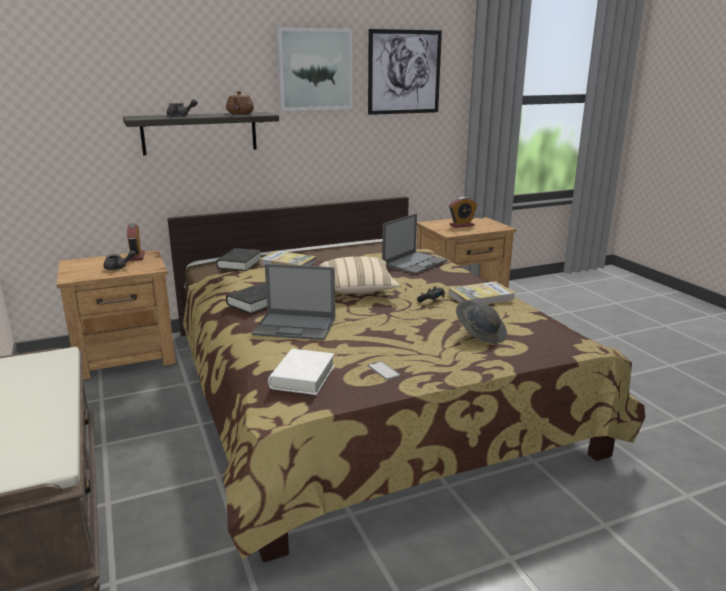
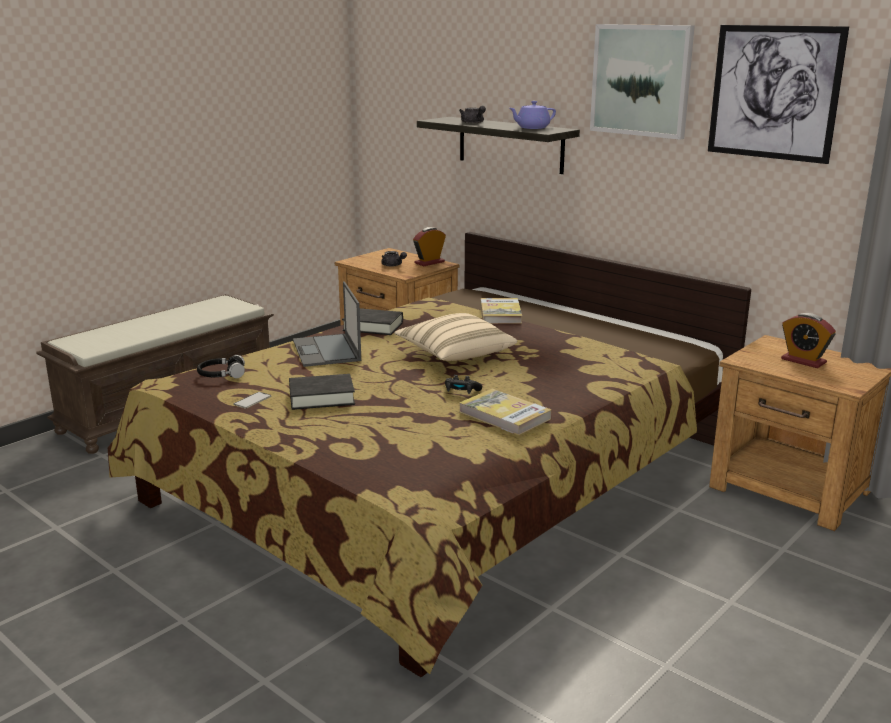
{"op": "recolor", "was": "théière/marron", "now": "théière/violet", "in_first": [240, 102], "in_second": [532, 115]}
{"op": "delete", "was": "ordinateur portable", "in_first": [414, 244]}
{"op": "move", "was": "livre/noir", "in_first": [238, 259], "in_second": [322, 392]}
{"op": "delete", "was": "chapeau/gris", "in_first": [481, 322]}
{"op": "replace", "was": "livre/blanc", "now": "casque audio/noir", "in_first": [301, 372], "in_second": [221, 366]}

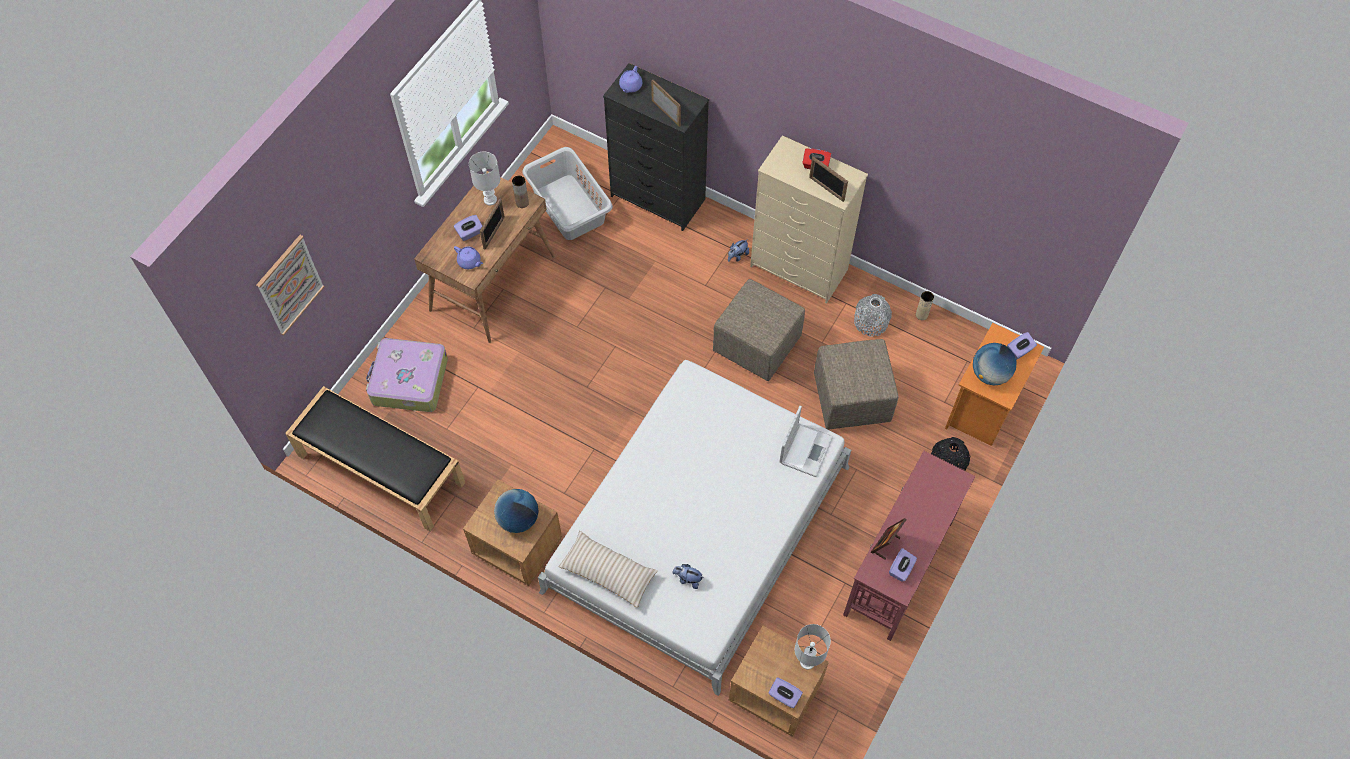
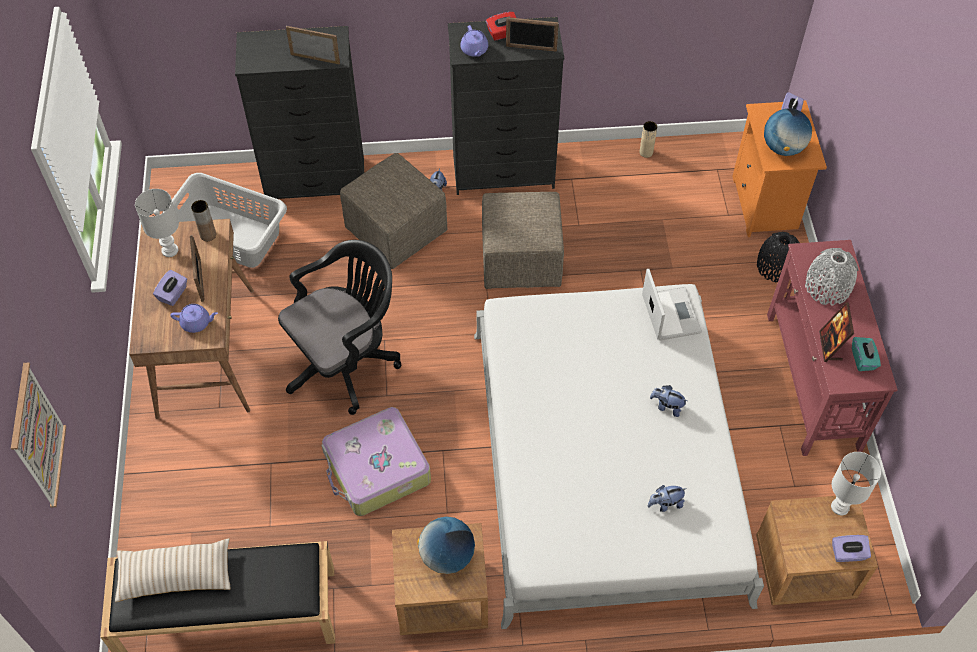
{"op": "move", "was": "théière/violet", "in_first": [630, 79], "in_second": [474, 41]}
{"op": "recolor", "was": "commode/beige", "now": "commode/noir", "in_first": [809, 219], "in_second": [506, 106]}
{"op": "move", "was": "vase/gris", "in_first": [873, 315], "in_second": [832, 277]}
{"op": "move", "was": "valise", "in_first": [407, 375], "in_second": [376, 461]}
{"op": "move", "was": "pouf/beige", "in_first": [856, 384], "in_second": [393, 211]}
{"op": "move", "was": "coussin/beige", "in_first": [608, 569], "in_second": [172, 570]}
{"op": "recolor", "was": "boîte à mouchoirs/violet", "now": "boîte à mouchoirs/turquoise", "in_first": [903, 565], "in_second": [866, 354]}
{"op": "insert", "now": "chaise de bureau/noir", "in_second": [339, 327]}
{"op": "insert", "now": "peluche", "in_second": [668, 401]}

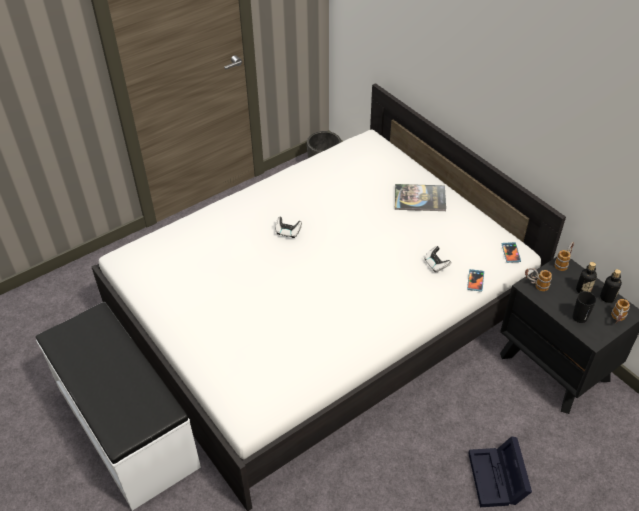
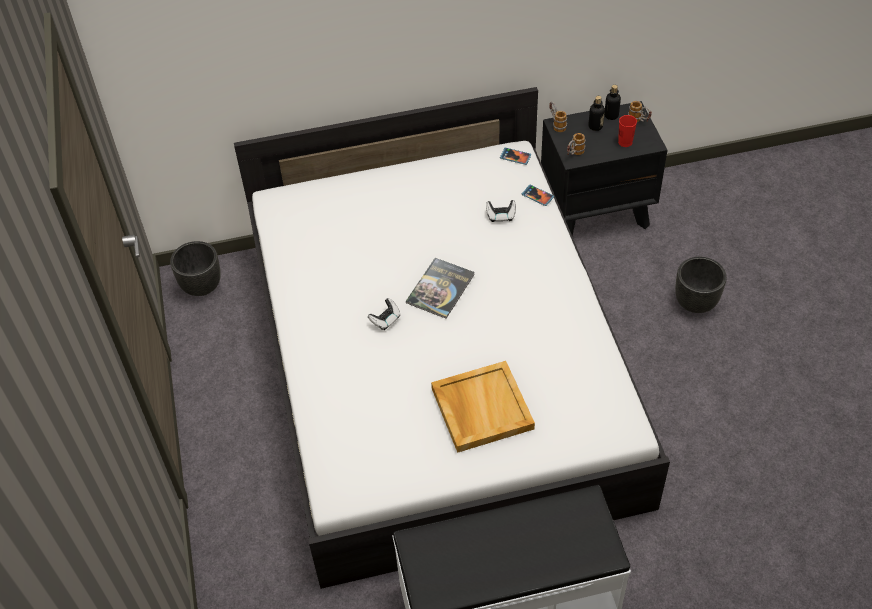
{"op": "move", "was": "livre", "in_first": [420, 197], "in_second": [440, 288]}
{"op": "recolor", "was": "tasse/noir", "now": "tasse/rouge", "in_first": [584, 307], "in_second": [627, 131]}
{"op": "replace", "was": "boîte de rangement/noir", "now": "cache-pot/noir", "in_first": [500, 471], "in_second": [701, 285]}
{"op": "insert", "now": "plateau/beige", "in_second": [483, 407]}

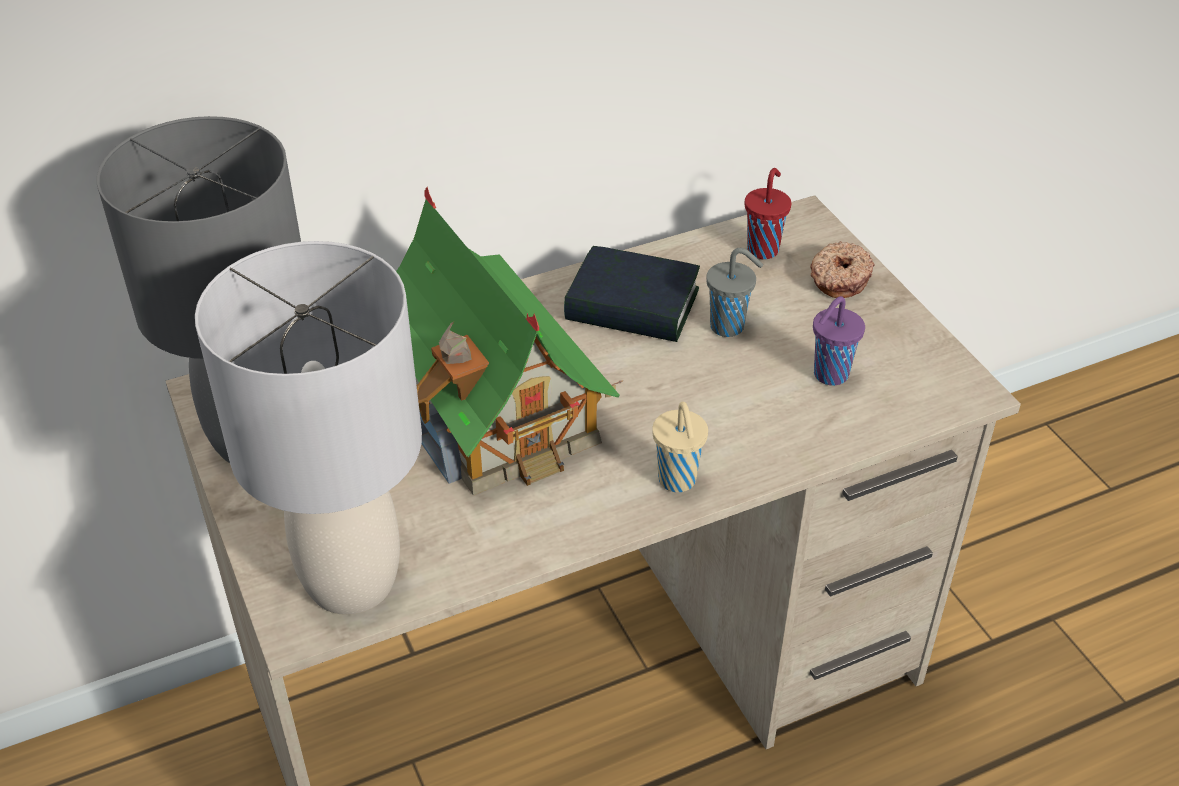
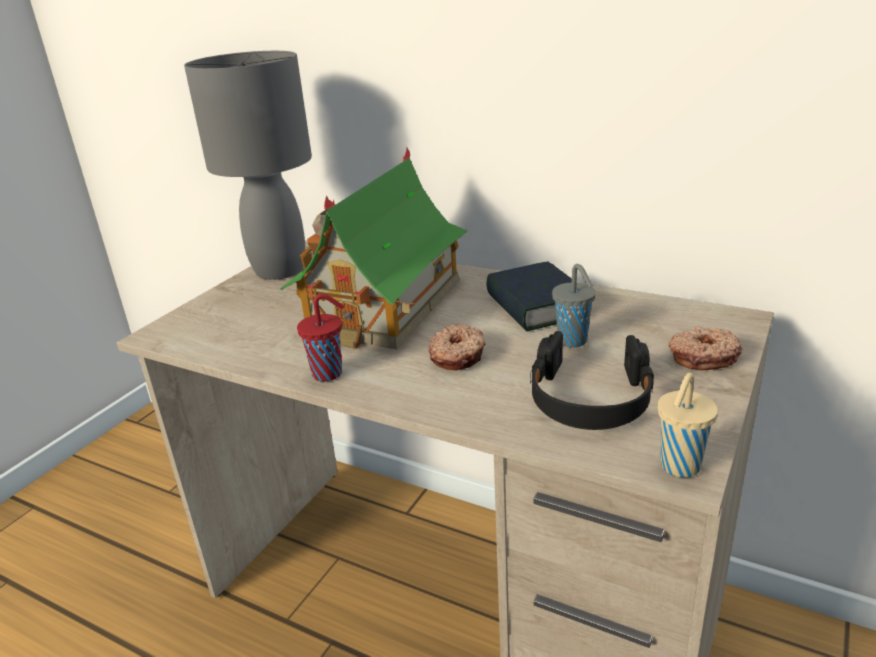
{"op": "move", "was": "tasse/rouge", "in_first": [768, 213], "in_second": [320, 338]}
{"op": "delete", "was": "lampe de table/gris", "in_first": [308, 428]}
{"op": "replace", "was": "tasse/violet", "now": "casque audio/noir", "in_first": [839, 341], "in_second": [592, 380]}
{"op": "move", "was": "tasse/beige", "in_first": [680, 447], "in_second": [688, 425]}
{"op": "insert", "now": "beignet", "in_second": [456, 347]}

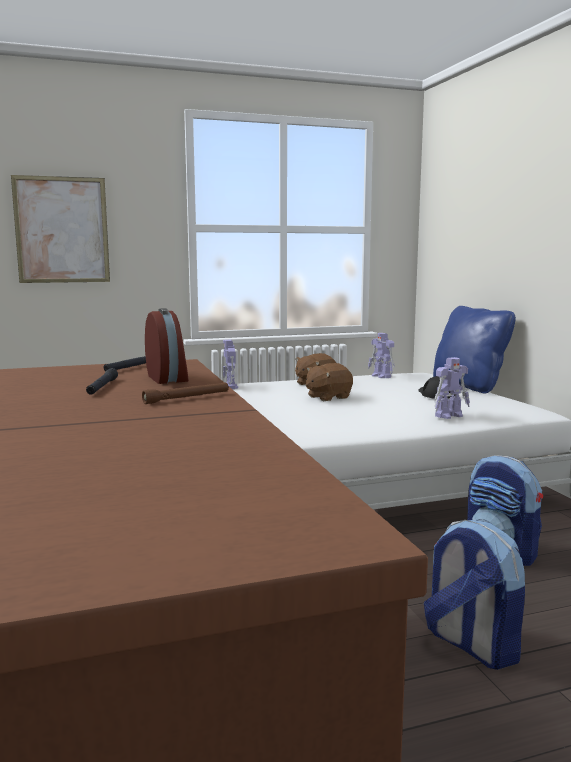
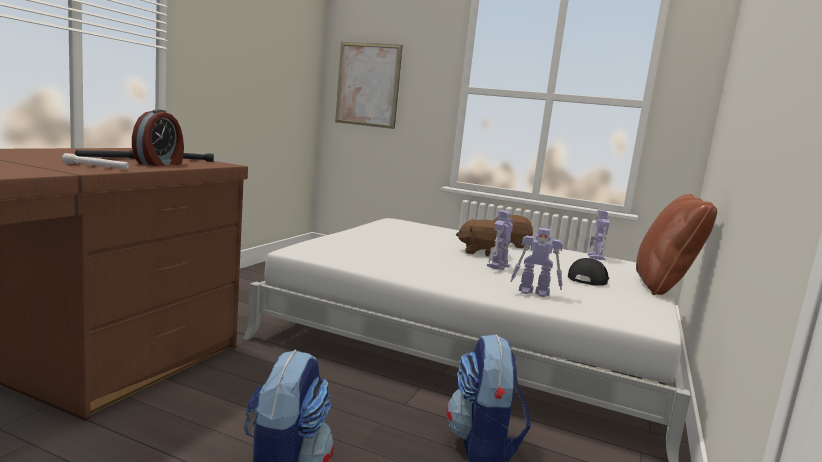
{"op": "recolor", "was": "coussin/bleu", "now": "coussin/marron", "in_first": [474, 350], "in_second": [676, 244]}
{"op": "move", "was": "robot jouet", "in_first": [230, 364], "in_second": [500, 240]}
{"op": "recolor", "was": "lampe de poche/marron", "now": "lampe de poche/blanc", "in_first": [185, 393], "in_second": [95, 161]}

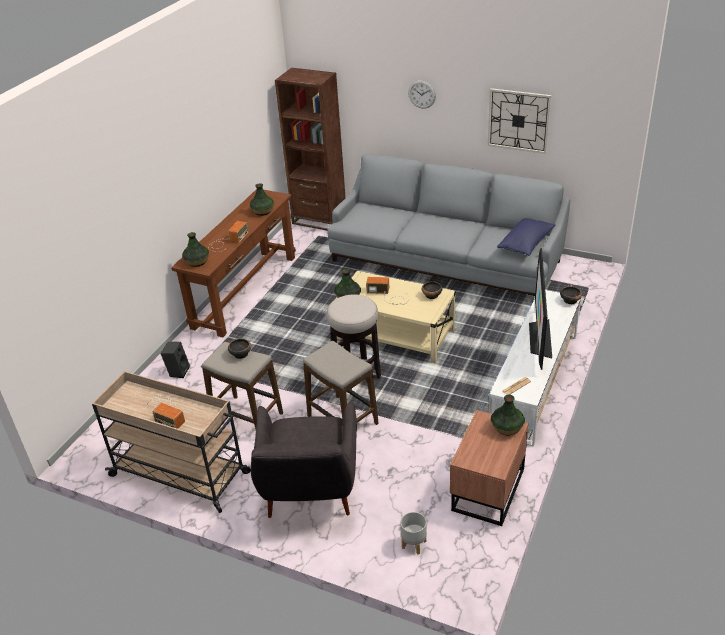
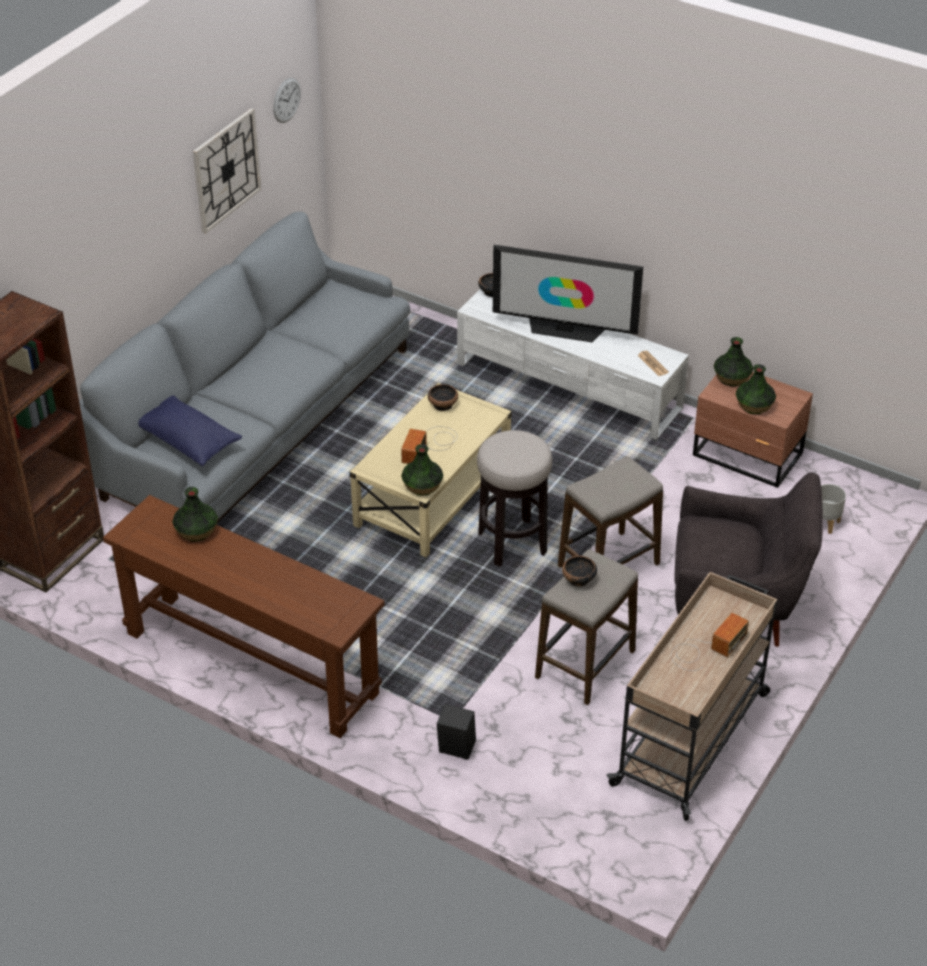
{"op": "move", "was": "horloge murale", "in_first": [422, 94], "in_second": [287, 100]}
{"op": "move", "was": "coussin/bleu", "in_first": [526, 237], "in_second": [190, 430]}
{"op": "delete", "was": "radio", "in_first": [228, 236]}
{"op": "move", "was": "vase", "in_first": [195, 249], "in_second": [756, 389]}

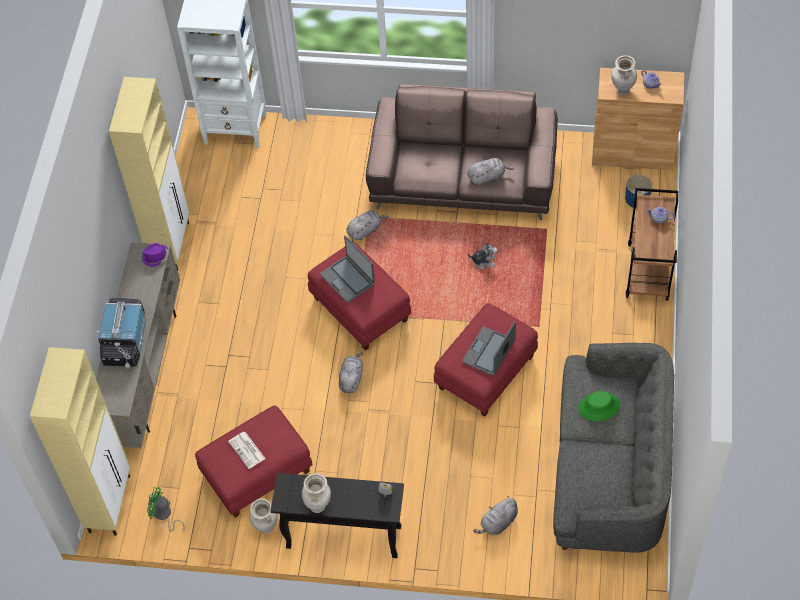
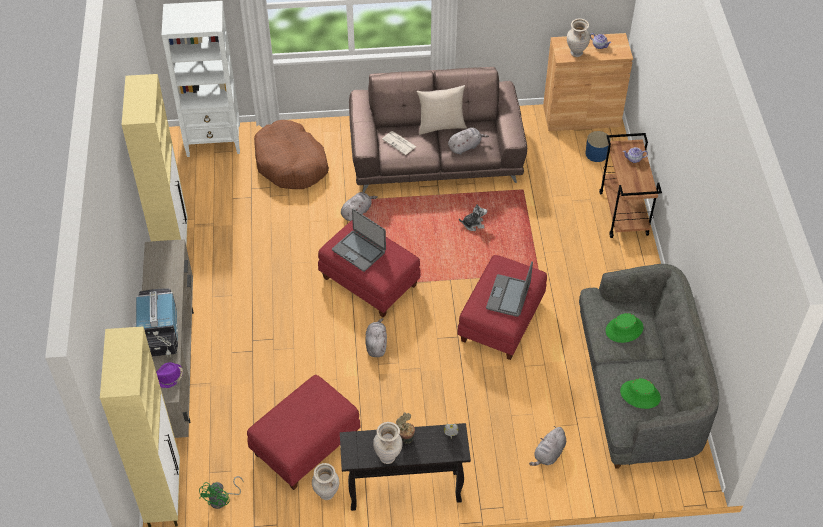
{"op": "move", "was": "chapeau/violet", "in_first": [155, 255], "in_second": [169, 375]}
{"op": "move", "was": "journal", "in_first": [247, 450], "in_second": [399, 143]}
{"op": "rotate", "was": "ventilateur/vert", "in_first": [166, 509], "in_second": [221, 492], "clockwise": -75}
{"op": "insert", "now": "coussin/beige", "in_second": [442, 110]}
{"op": "insert", "now": "panier pour chien/marron", "in_second": [291, 154]}
{"op": "insert", "now": "chapeau/vert", "in_second": [640, 393]}
{"op": "insert", "now": "plante en pot", "in_second": [405, 428]}

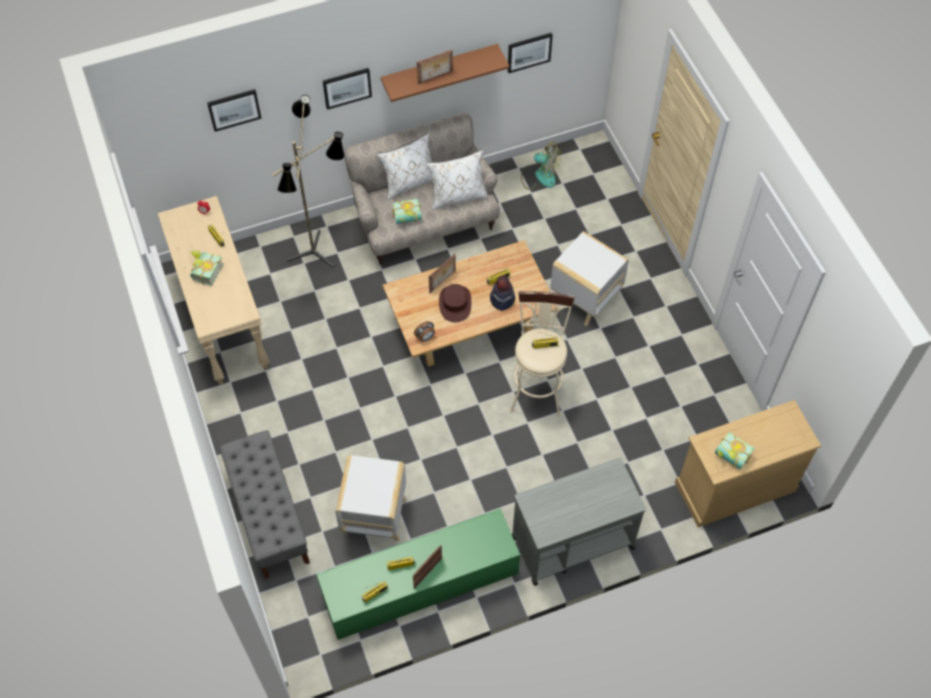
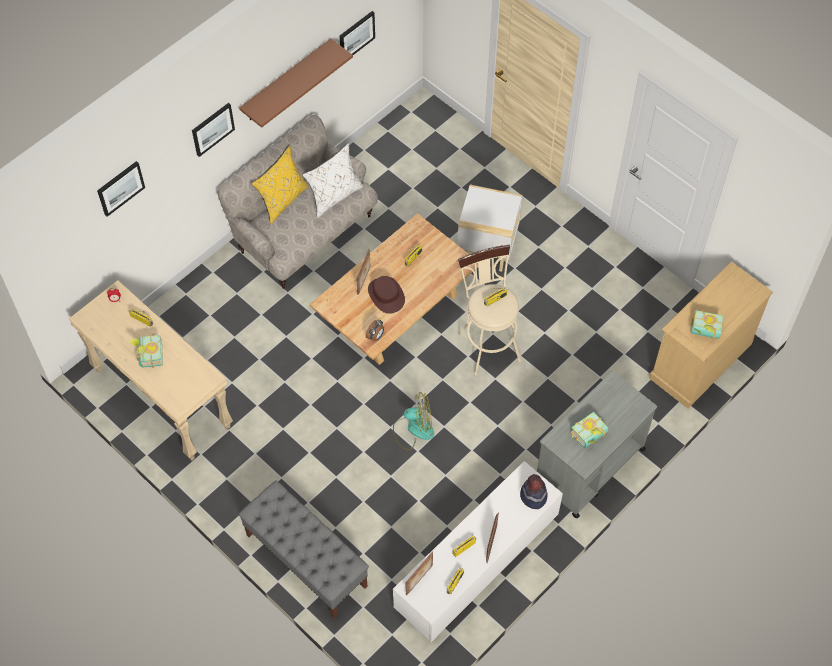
{"op": "move", "was": "cadre photo", "in_first": [435, 67], "in_second": [419, 573]}
{"op": "delete", "was": "lampadaire", "in_first": [309, 181]}
{"op": "recolor", "was": "coussin/blanc", "now": "coussin/jaune", "in_first": [405, 166], "in_second": [280, 184]}
{"op": "move", "was": "ventilateur", "in_first": [540, 166], "in_second": [413, 422]}
{"op": "move", "was": "livre", "in_first": [407, 211], "in_second": [589, 430]}
{"op": "move", "was": "chapeau", "in_first": [502, 293], "in_second": [534, 491]}
{"op": "delete", "was": "table d'appoint/blanc", "in_first": [370, 498]}
{"op": "recolor", "was": "meuble télé/vert", "now": "meuble télé/blanc", "in_first": [418, 574], "in_second": [478, 551]}

